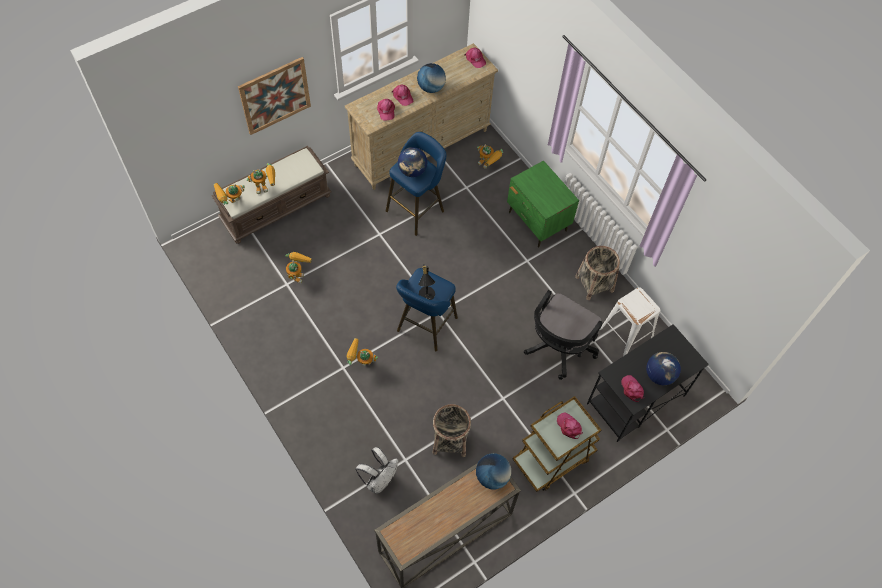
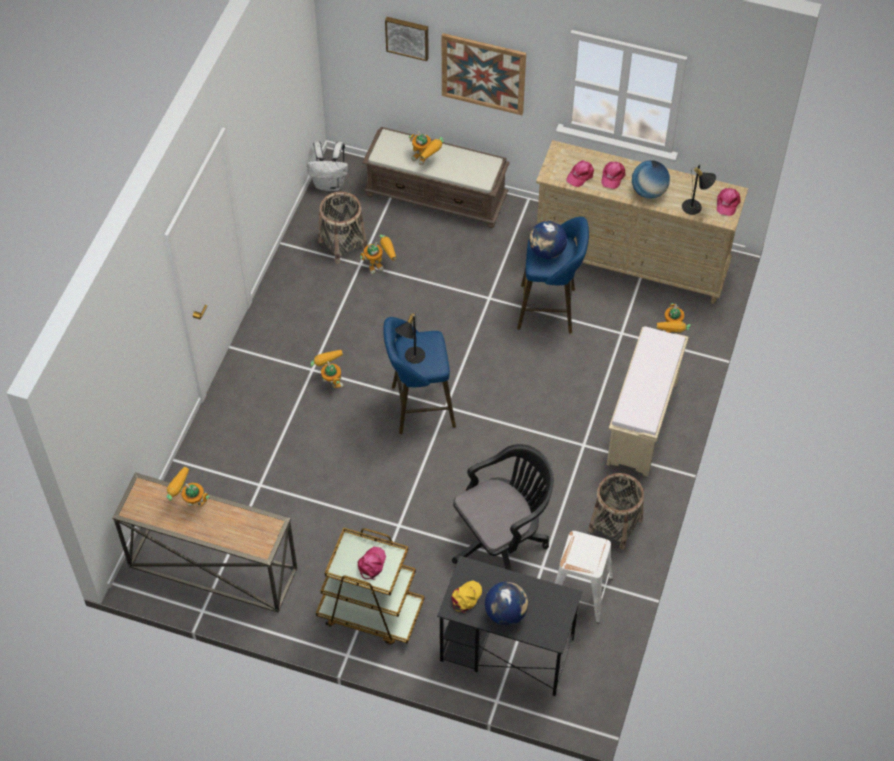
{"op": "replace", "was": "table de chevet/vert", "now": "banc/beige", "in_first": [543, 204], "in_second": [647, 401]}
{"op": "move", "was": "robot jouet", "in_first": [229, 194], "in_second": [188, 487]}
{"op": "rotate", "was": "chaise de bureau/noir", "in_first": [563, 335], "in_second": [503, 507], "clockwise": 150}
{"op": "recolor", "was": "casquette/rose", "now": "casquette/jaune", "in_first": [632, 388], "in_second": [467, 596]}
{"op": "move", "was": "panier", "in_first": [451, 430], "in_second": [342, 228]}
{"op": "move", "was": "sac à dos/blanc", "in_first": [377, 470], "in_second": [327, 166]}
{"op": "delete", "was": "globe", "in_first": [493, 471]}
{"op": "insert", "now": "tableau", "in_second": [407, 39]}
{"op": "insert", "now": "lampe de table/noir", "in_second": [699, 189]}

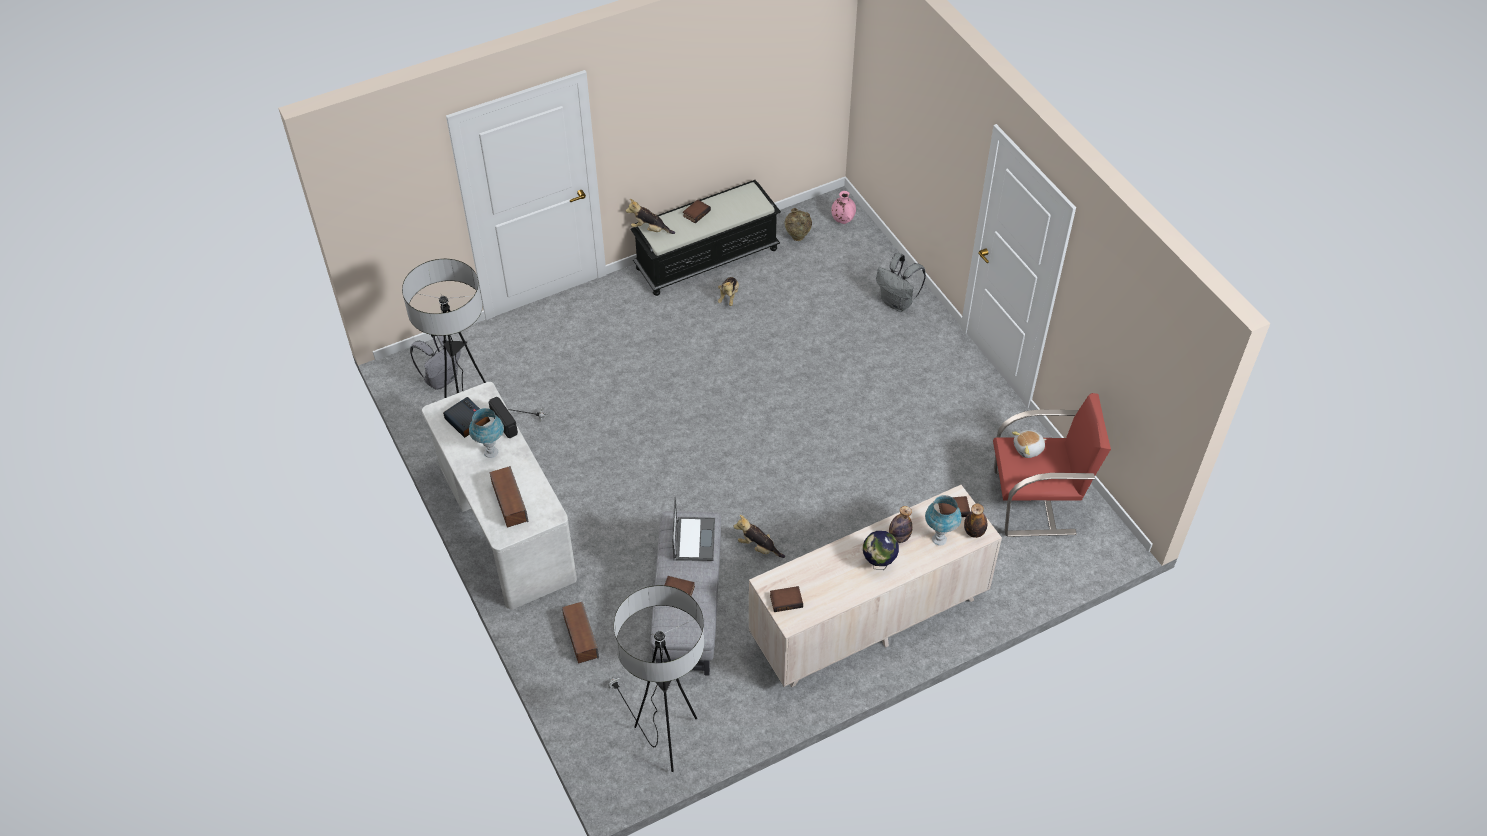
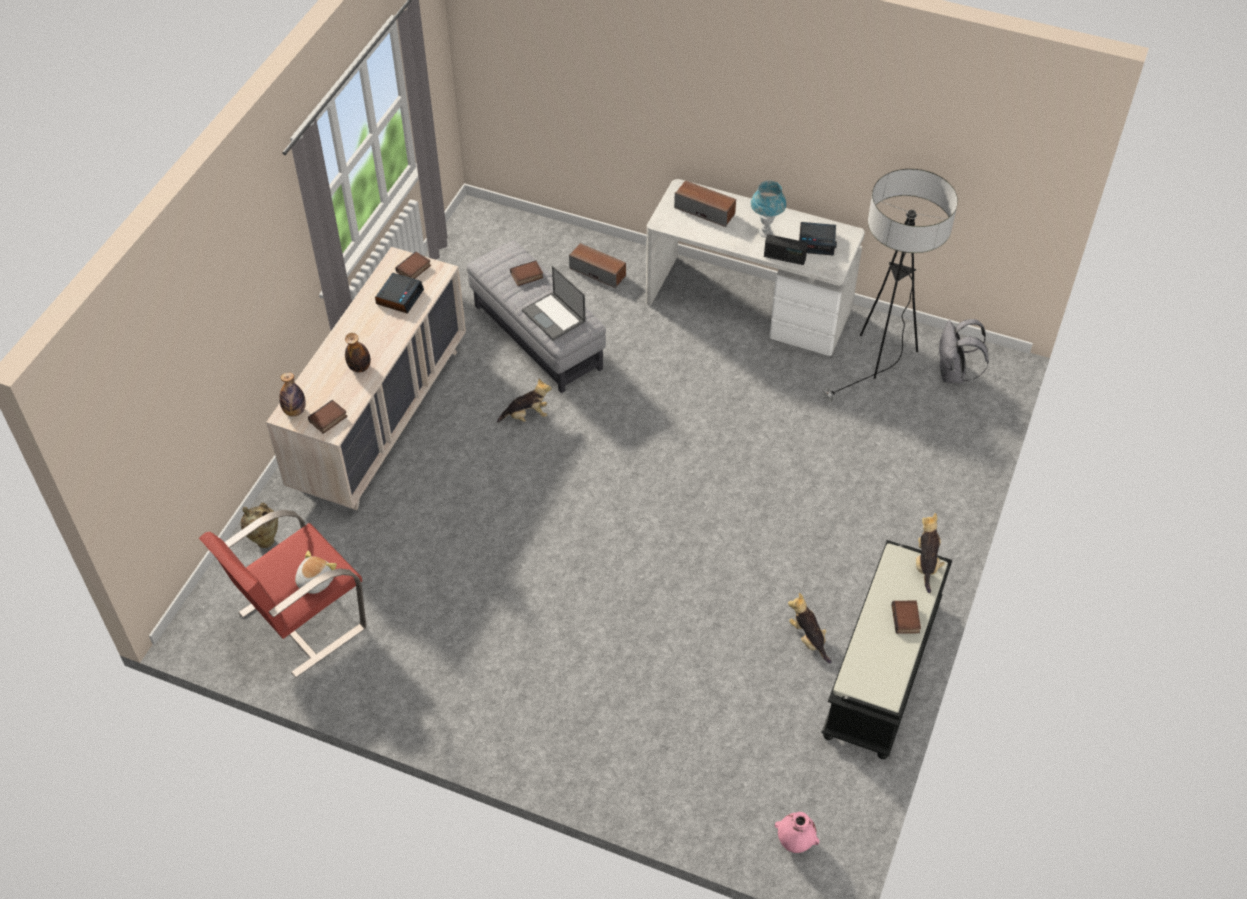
{"op": "rotate", "was": "peluche", "in_first": [650, 216], "in_second": [930, 553], "clockwise": -60}
{"op": "move", "was": "vase/beige", "in_first": [798, 224], "in_second": [259, 525]}
{"op": "delete", "was": "sac à dos/gris", "in_first": [901, 282]}
{"op": "delete", "was": "lampe de table/bleu", "in_first": [943, 520]}
{"op": "delete", "was": "globe", "in_first": [881, 550]}
{"op": "delete", "was": "lampadaire", "in_first": [656, 678]}
{"op": "insert", "now": "réveil", "in_second": [399, 293]}

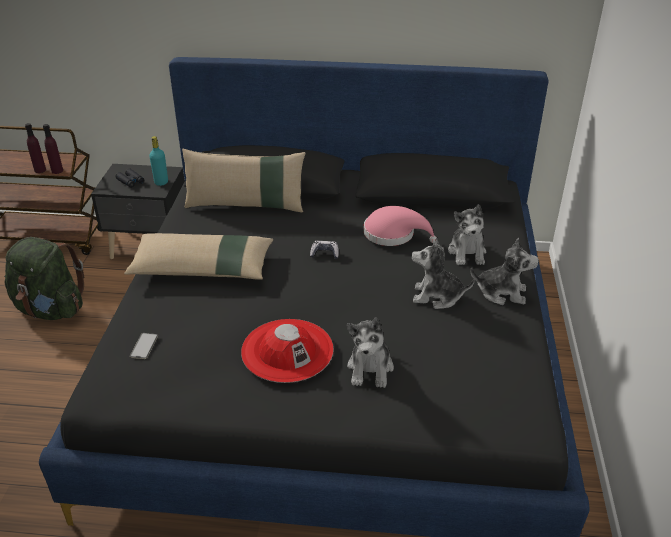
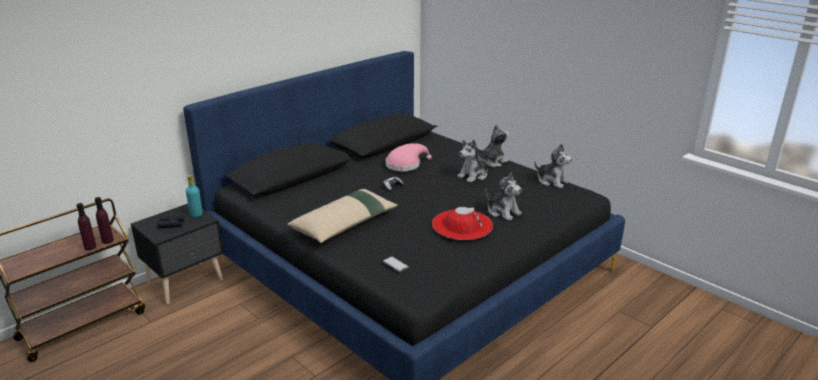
{"op": "delete", "was": "coussin/beige", "in_first": [243, 180]}
{"op": "move", "was": "peluche", "in_first": [467, 234], "in_second": [553, 165]}
{"op": "delete", "was": "sac à dos/vert", "in_first": [44, 278]}

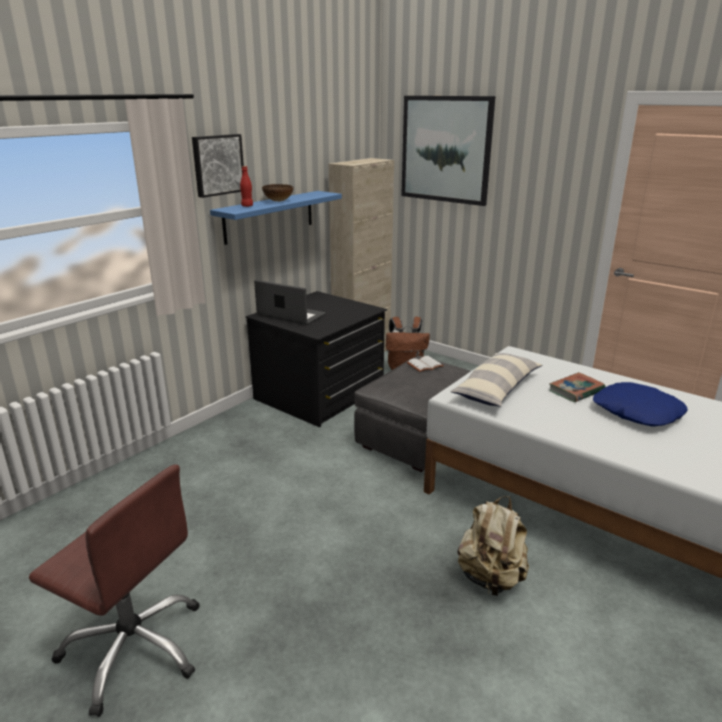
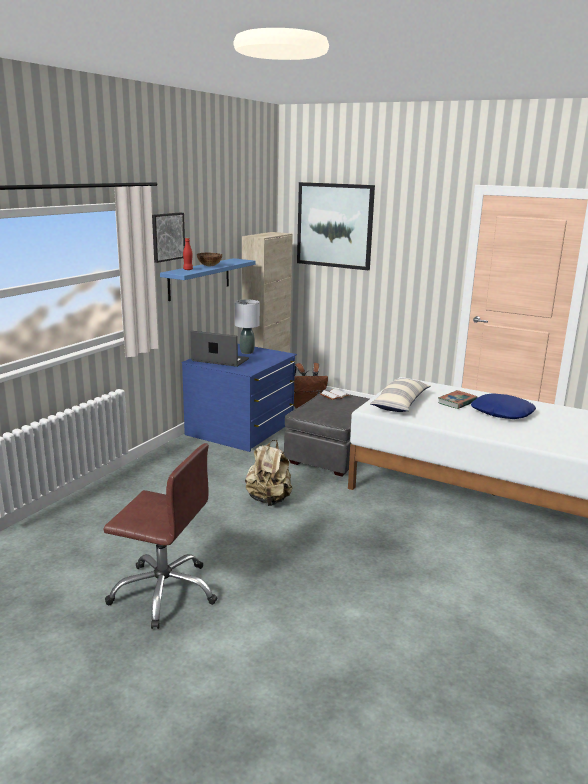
{"op": "recolor", "was": "commode/noir", "now": "commode/bleu", "in_first": [316, 359], "in_second": [239, 398]}
{"op": "move", "was": "sac à dos/beige", "in_first": [493, 546], "in_second": [269, 473]}
{"op": "insert", "now": "lampe de table/gris", "in_second": [247, 327]}

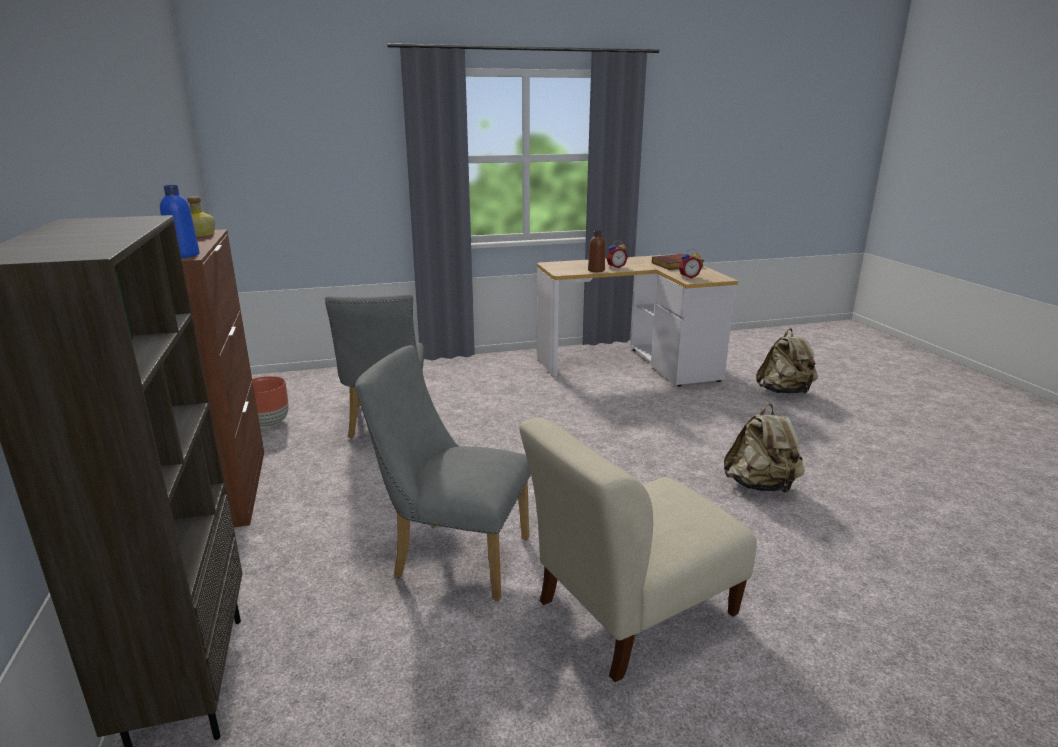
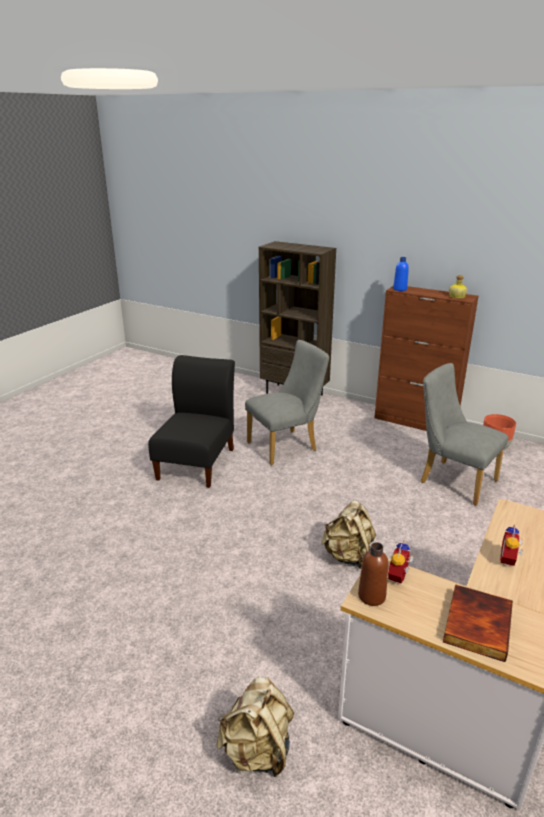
{"op": "move", "was": "bouteille/marron", "in_first": [596, 251], "in_second": [373, 574]}
{"op": "move", "was": "sac à dos/beige", "in_first": [764, 448], "in_second": [348, 534]}
{"op": "recolor", "was": "chaise/beige", "now": "chaise/noir", "in_first": [638, 550], "in_second": [191, 421]}

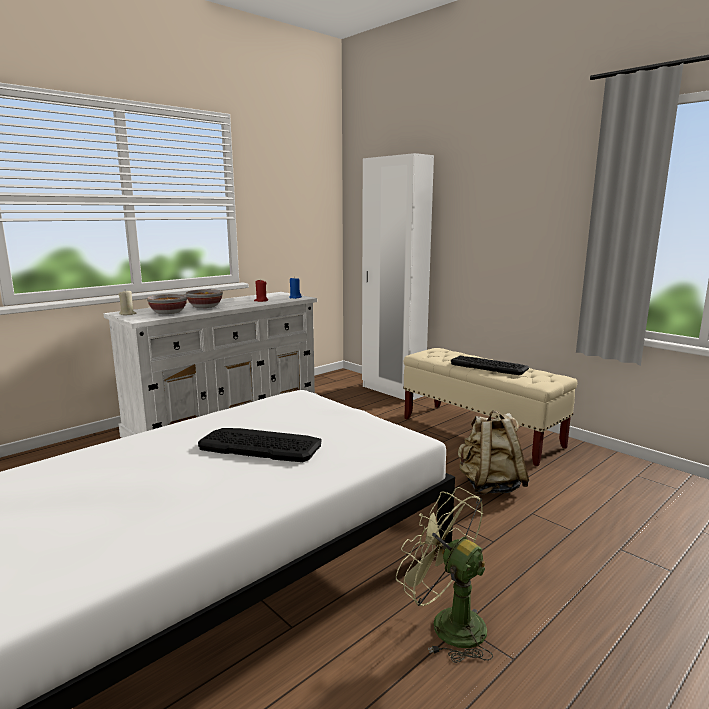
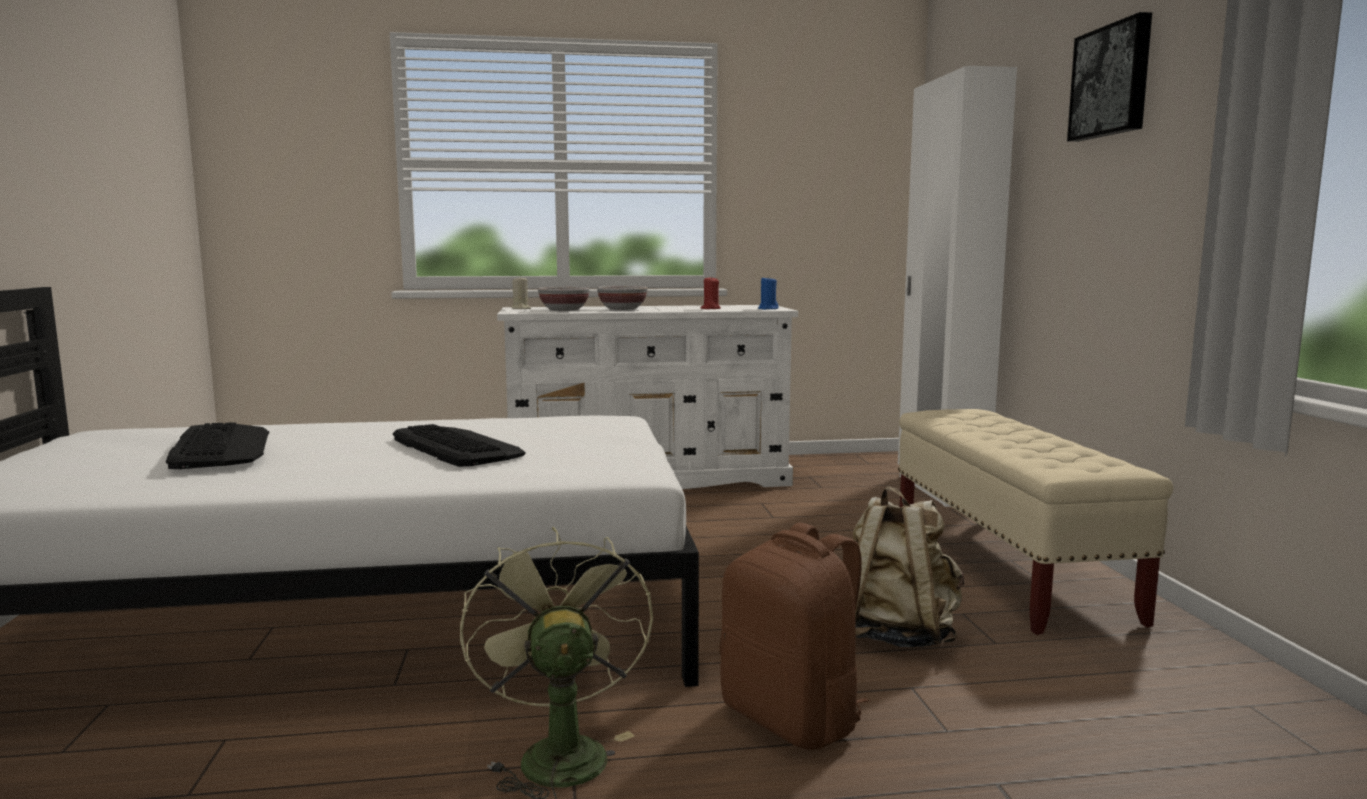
{"op": "move", "was": "clavier", "in_first": [490, 365], "in_second": [217, 445]}
{"op": "insert", "now": "tableau", "in_second": [1109, 77]}
{"op": "insert", "now": "sac à dos/marron", "in_second": [794, 636]}

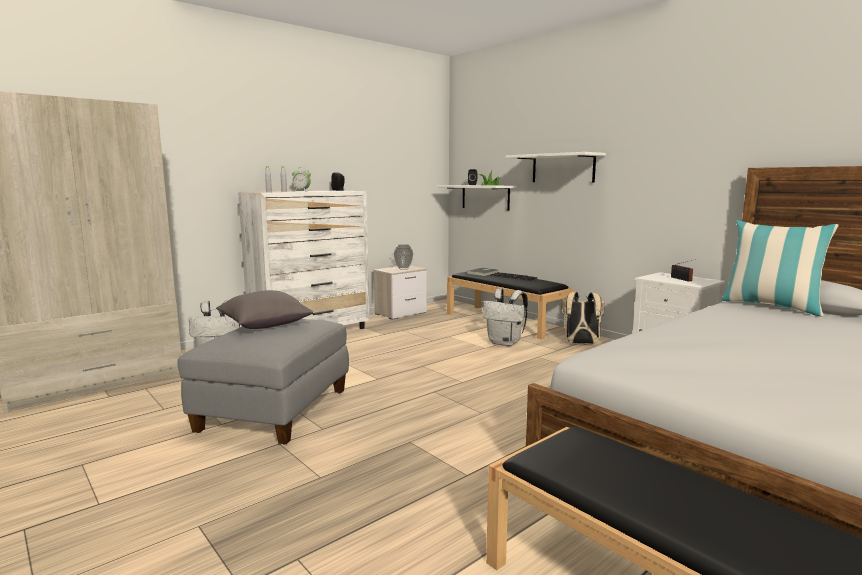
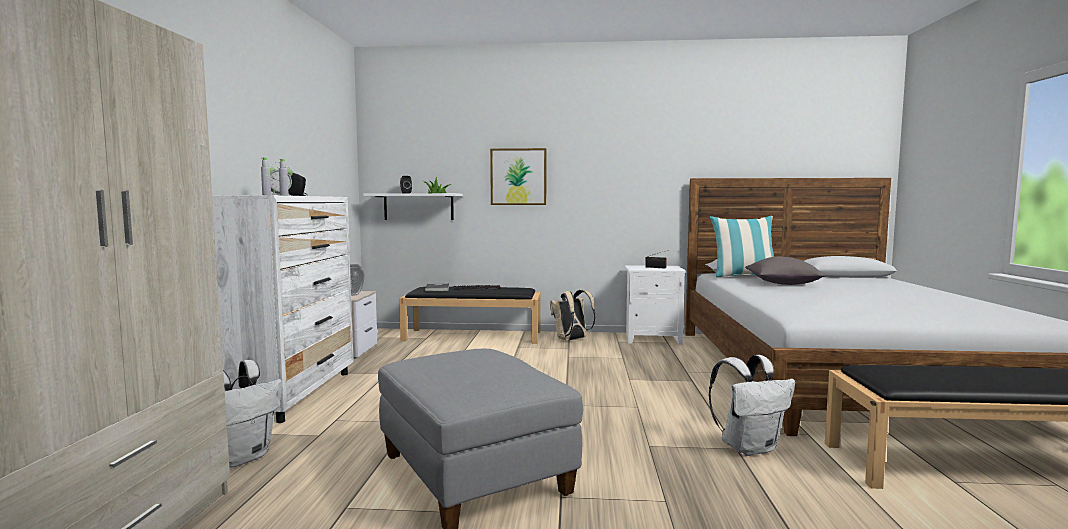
{"op": "replace", "was": "étagère/blanc", "now": "tableau", "in_first": [555, 167], "in_second": [518, 176]}
{"op": "move", "was": "sac à dos/blanc", "in_first": [505, 317], "in_second": [752, 405]}
{"op": "move", "was": "coussin/gris", "in_first": [264, 309], "in_second": [785, 271]}

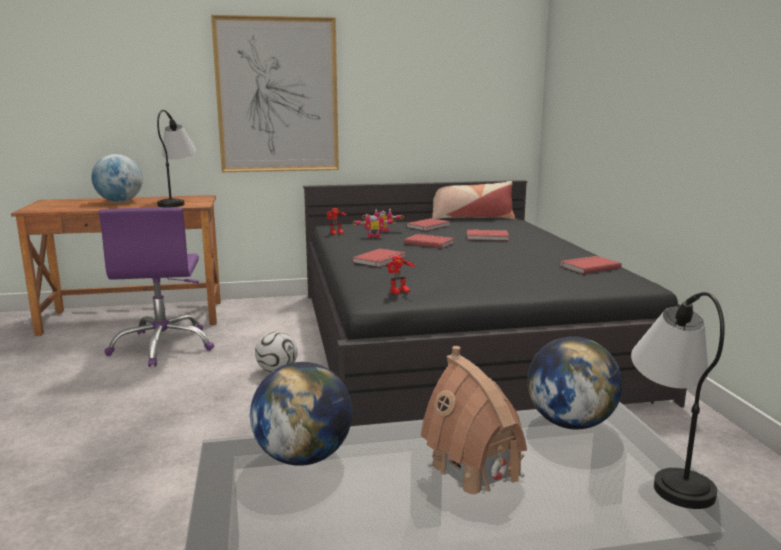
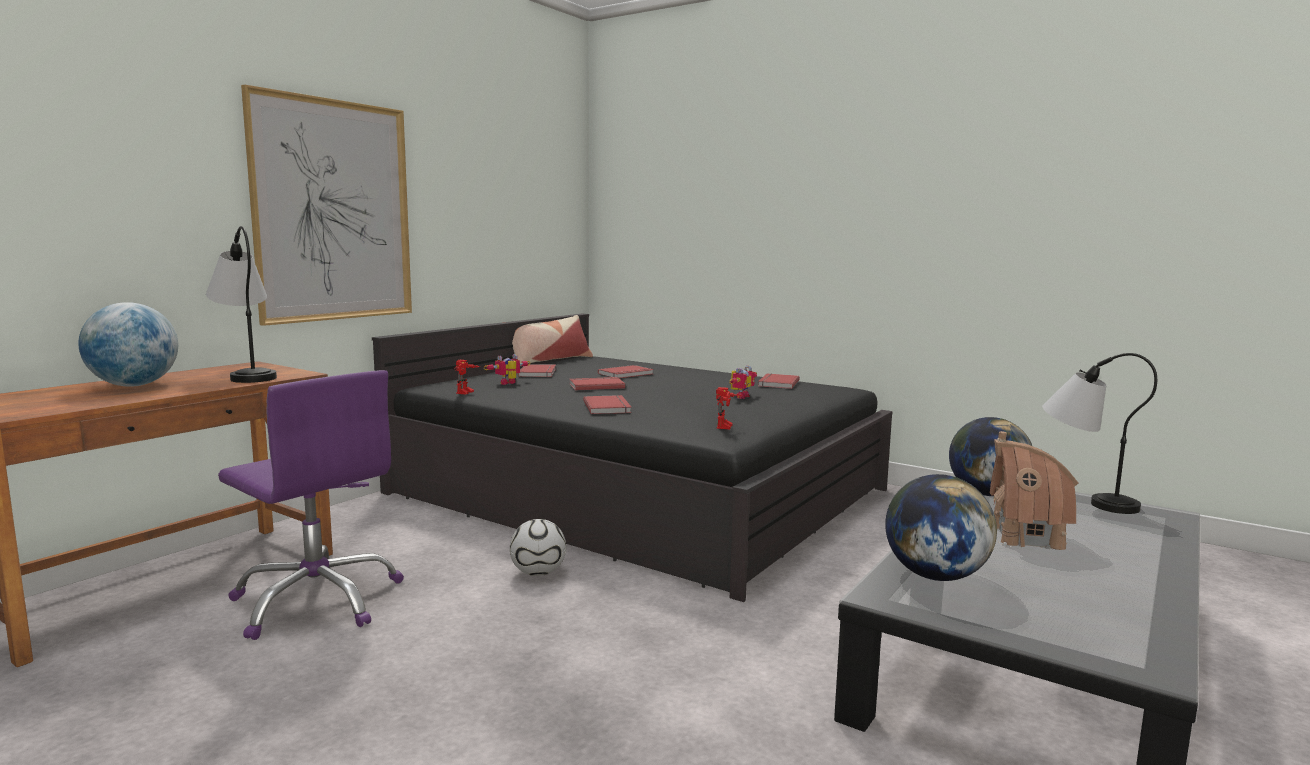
{"op": "move", "was": "robot jouet", "in_first": [373, 225], "in_second": [743, 382]}

